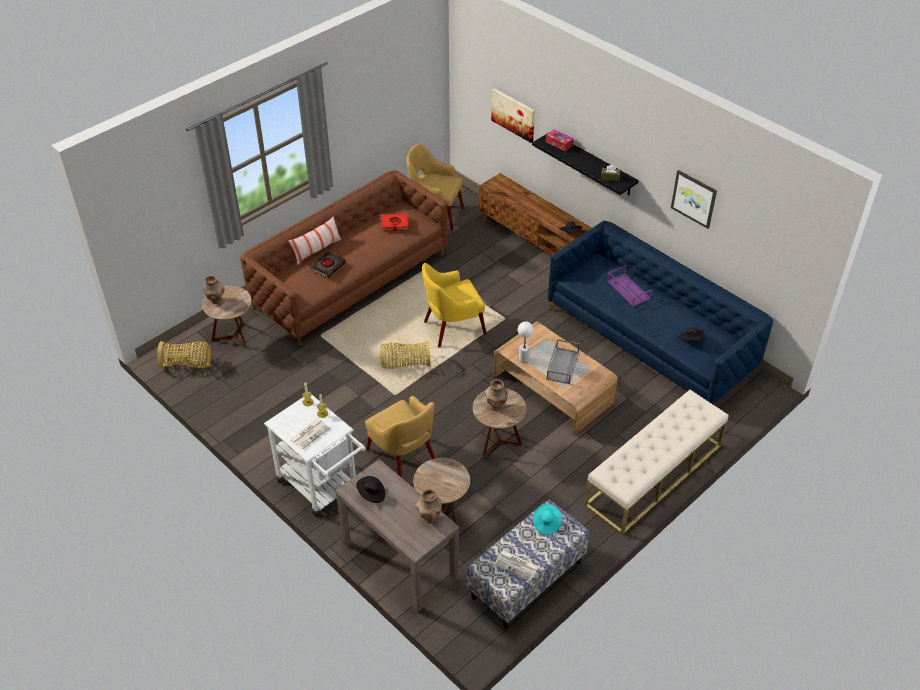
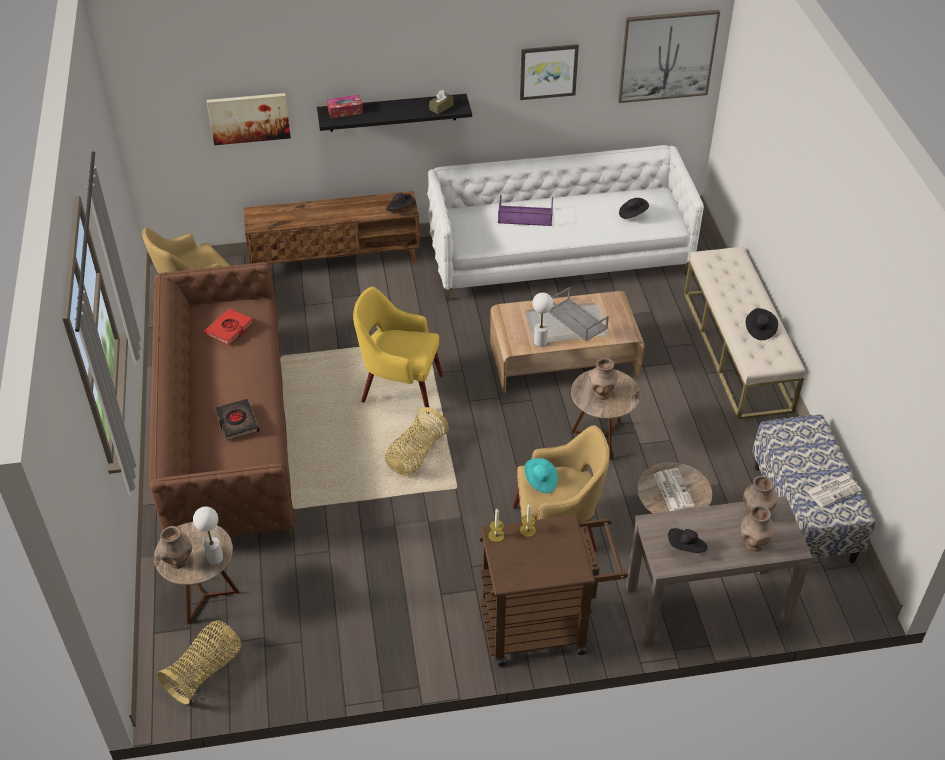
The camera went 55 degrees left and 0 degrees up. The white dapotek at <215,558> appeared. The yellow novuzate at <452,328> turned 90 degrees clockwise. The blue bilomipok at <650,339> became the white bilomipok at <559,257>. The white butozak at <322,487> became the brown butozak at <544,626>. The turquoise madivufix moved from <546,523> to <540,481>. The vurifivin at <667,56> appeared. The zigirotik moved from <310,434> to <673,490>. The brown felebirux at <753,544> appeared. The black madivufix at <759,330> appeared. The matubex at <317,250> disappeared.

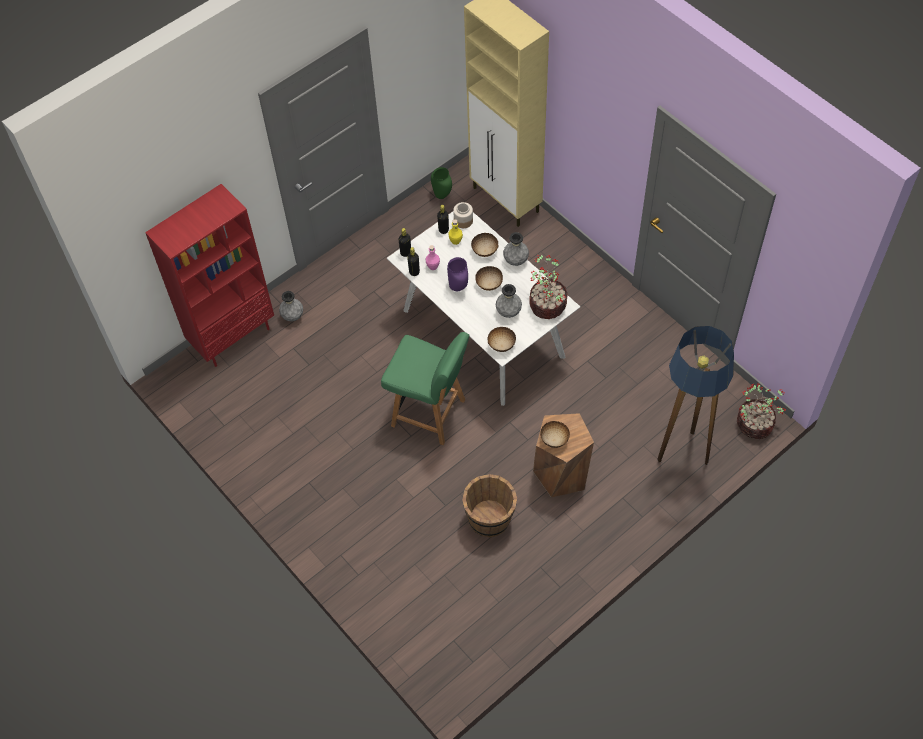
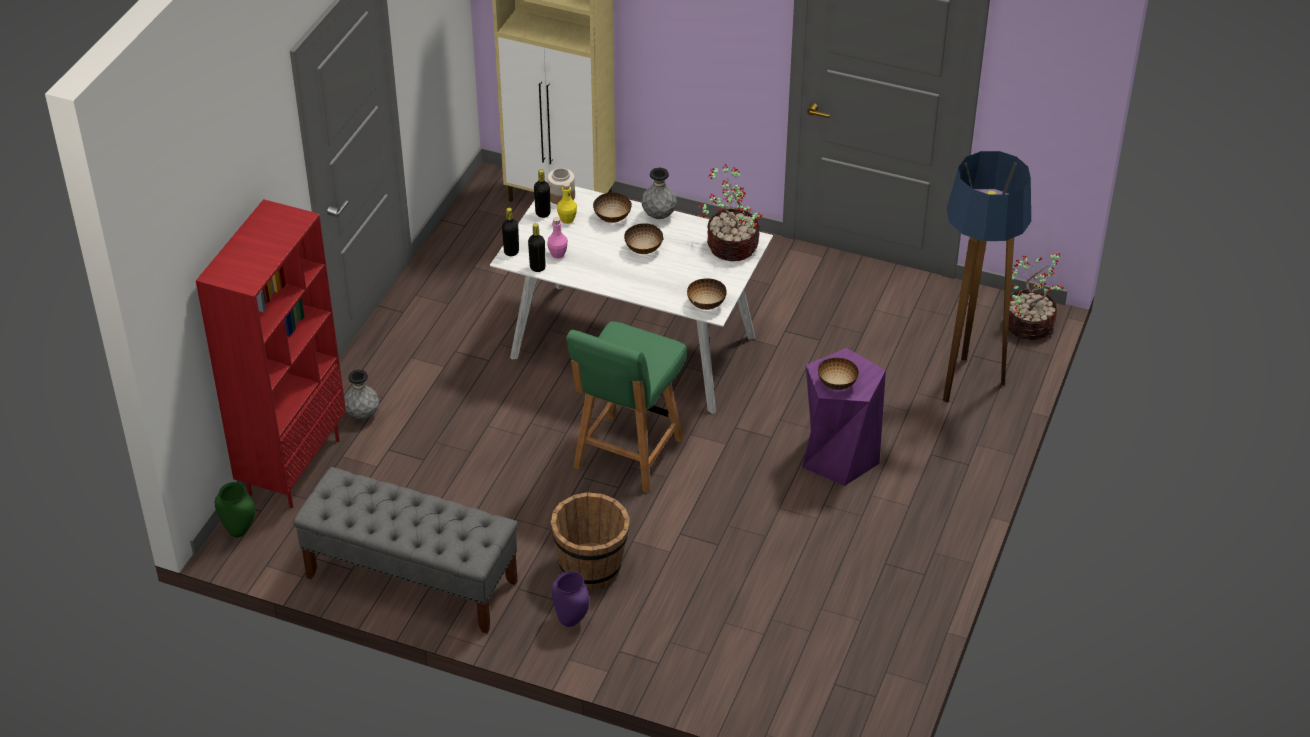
The camera went 30 degrees left and 15 degrees down. The green felebirux moved from <441,196> to <239,532>. The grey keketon at <411,579> appeared. The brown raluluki moved from <490,519> to <591,567>. The purple felebirux moved from <457,287> to <570,621>. The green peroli at <430,414> turned 120 degrees clockwise. The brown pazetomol at <561,473> became the purple pazetomol at <838,456>. The grey felebirux at <508,312> disappeared.

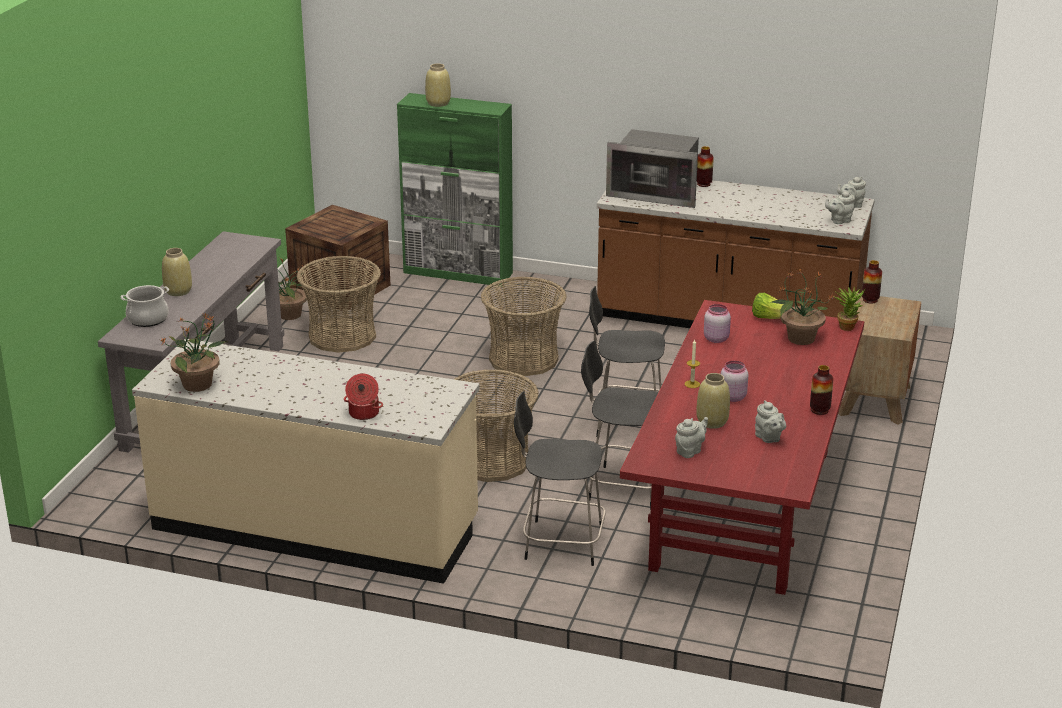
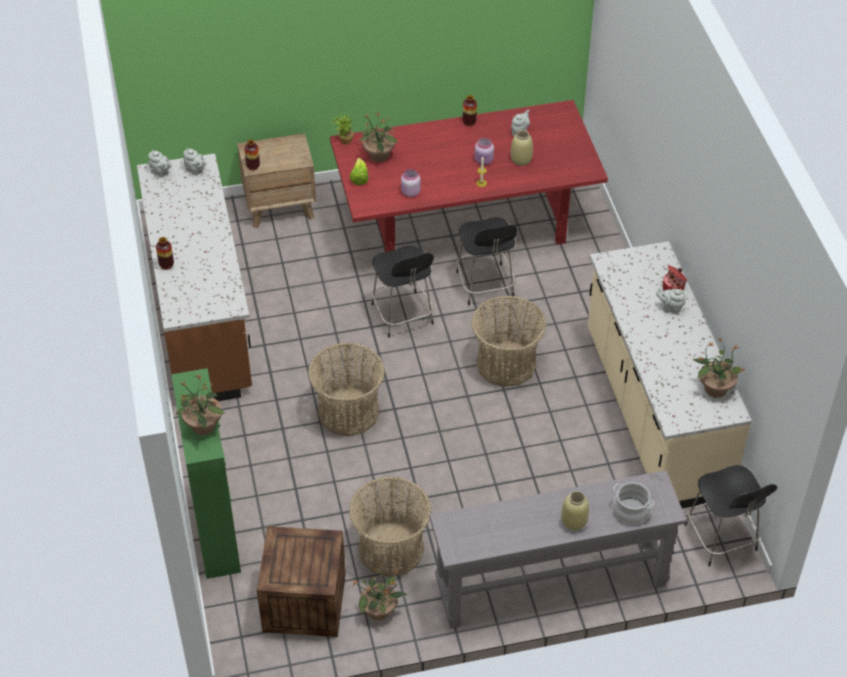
The camera went 120 degrees left and 20 degrees up. The beige felebirux at <438,103> was replaced by the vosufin at <203,426>. The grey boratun moved from <690,451> to <670,308>. The black peroli moved from <560,542> to <721,539>. The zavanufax at <656,193> disappeared.

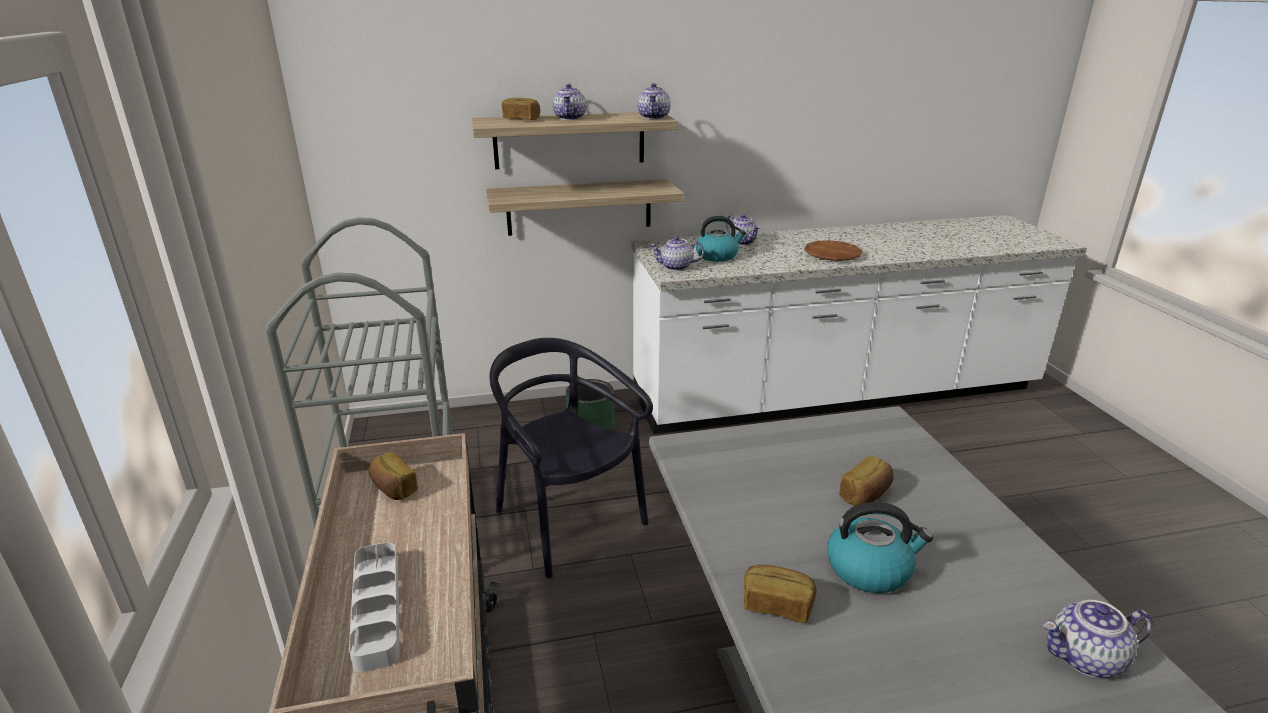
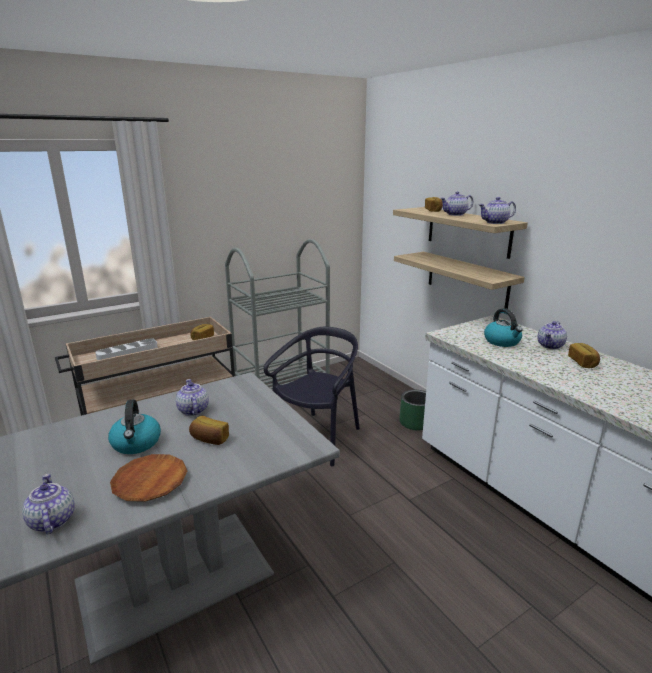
The camera went 70 degrees right and 5 degrees down. The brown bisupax moved from <832,255> to <150,481>. The boratun moved from <676,267> to <193,410>. The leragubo moved from <777,605> to <583,362>.

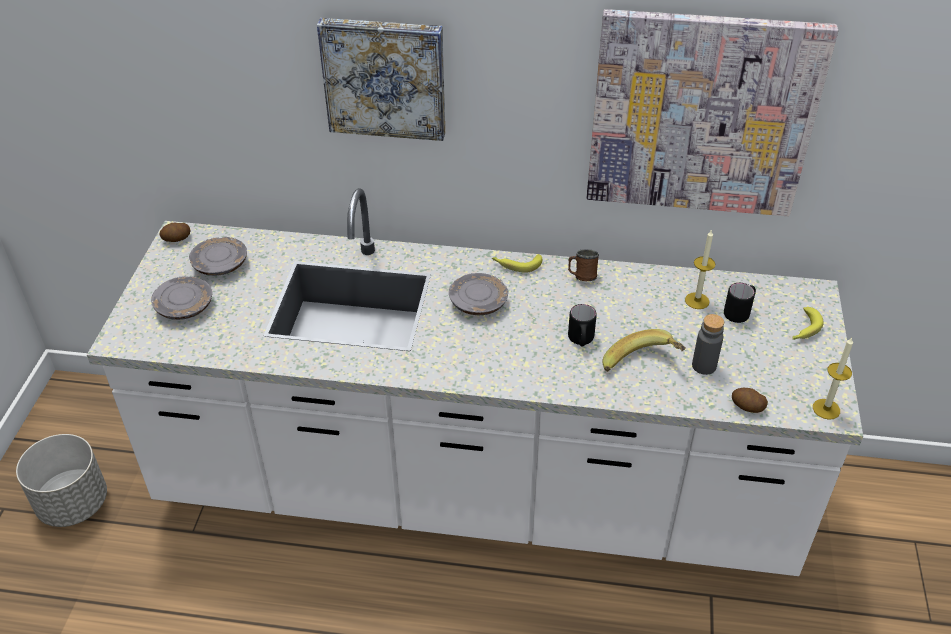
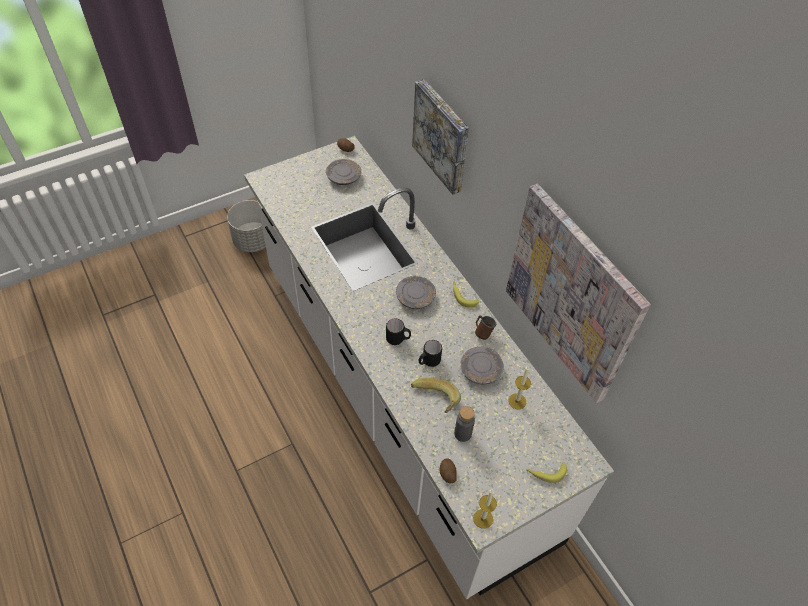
The camera went 50 degrees right and 10 degrees up. The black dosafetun moved from <739,313> to <398,339>. The grey bisupax moved from <184,306> to <481,370>.

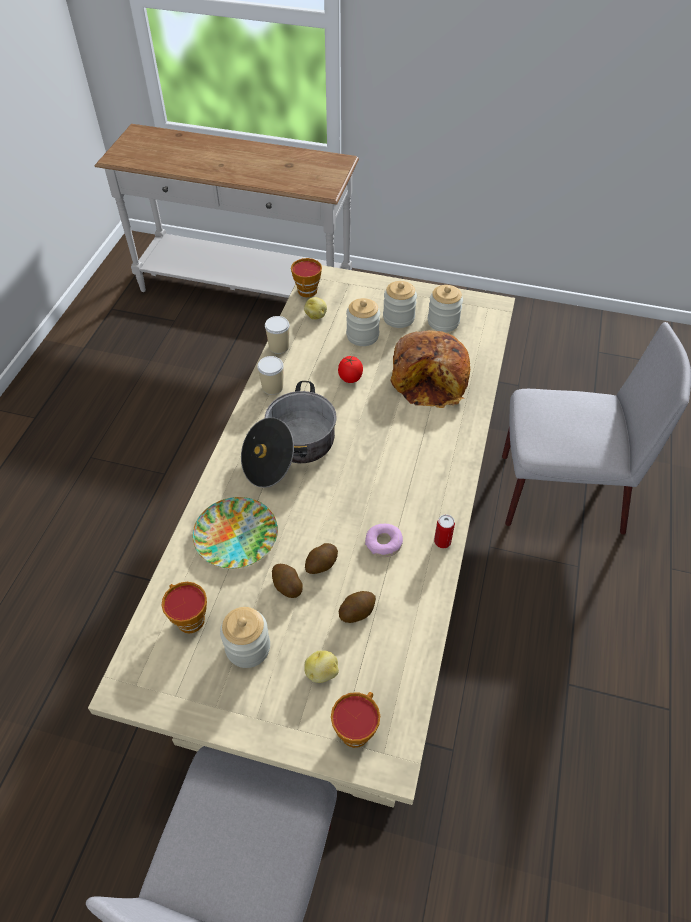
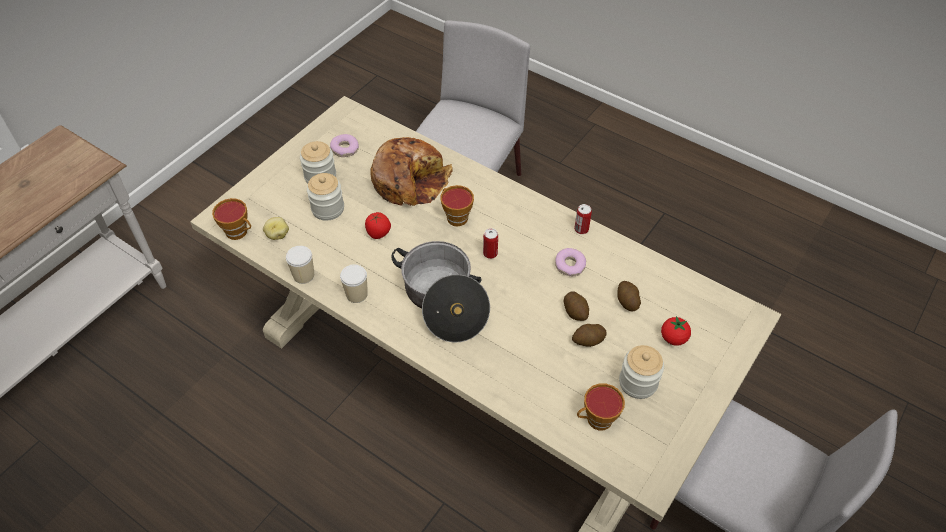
The camera went 70 degrees left and 0 degrees up. The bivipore at <443,322> was replaced by the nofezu at <345,149>. The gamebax moved from <356,728> to <455,217>. The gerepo at <490,253> appeared. The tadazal at <322,672> was replaced by the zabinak at <673,338>. The bisupax at <237,536> disappeared.

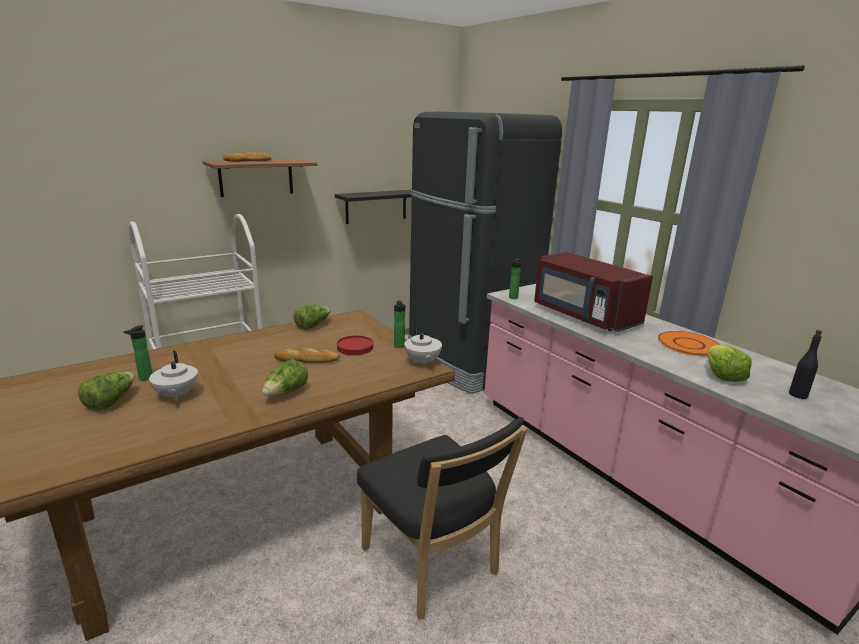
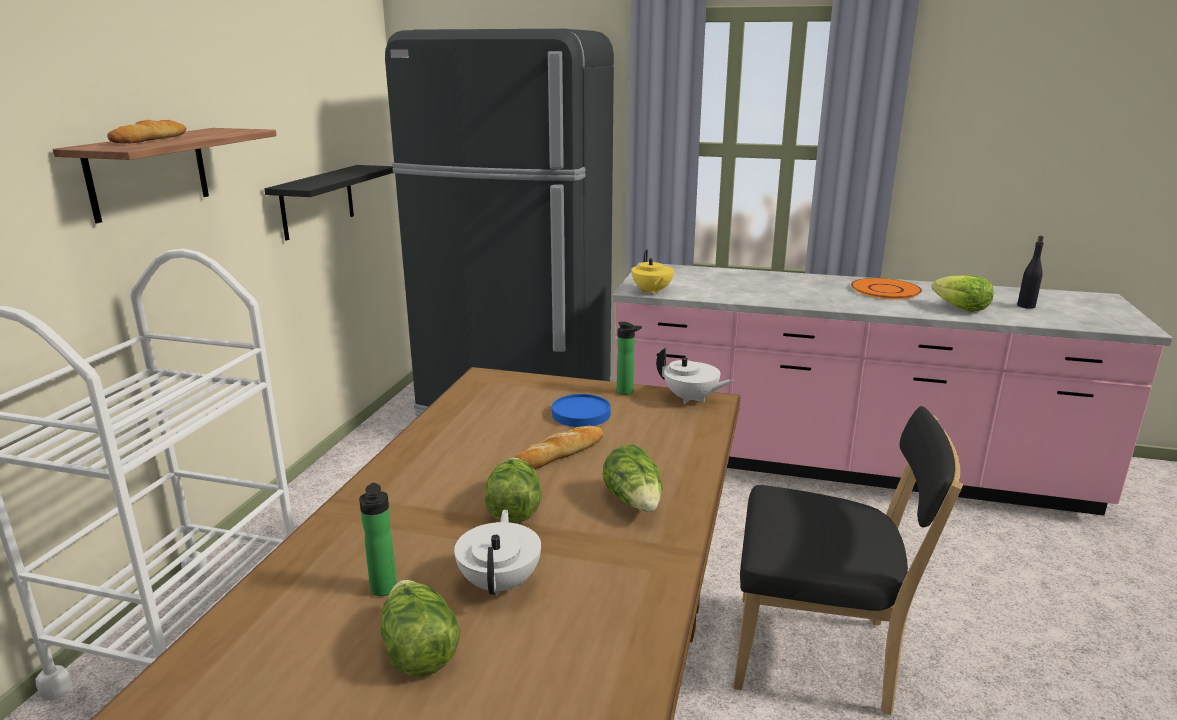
The camera went 40 degrees left and 0 degrees up. The white boratun at <176,395> turned 120 degrees counterclockwise. The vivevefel moved from <312,326> to <513,508>. The red bisupax at <354,347> became the blue bisupax at <581,414>. The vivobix at <512,298> was replaced by the yellow boratun at <651,291>. The red zavanufax at <583,316> disappeared.

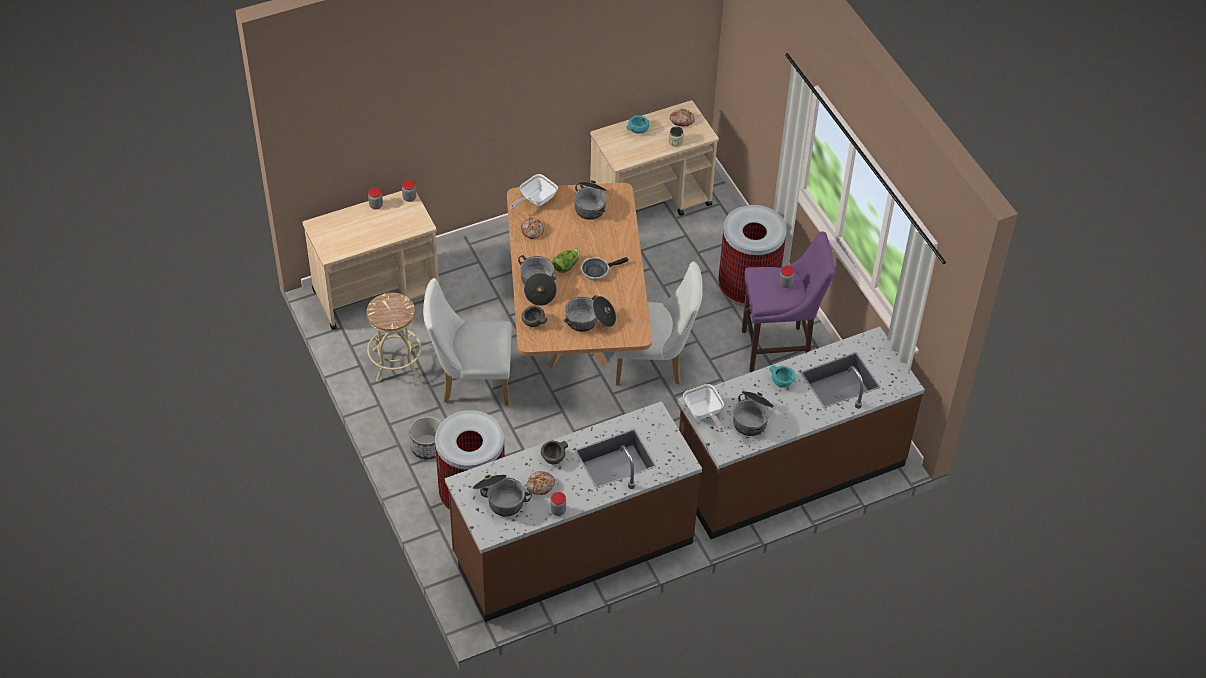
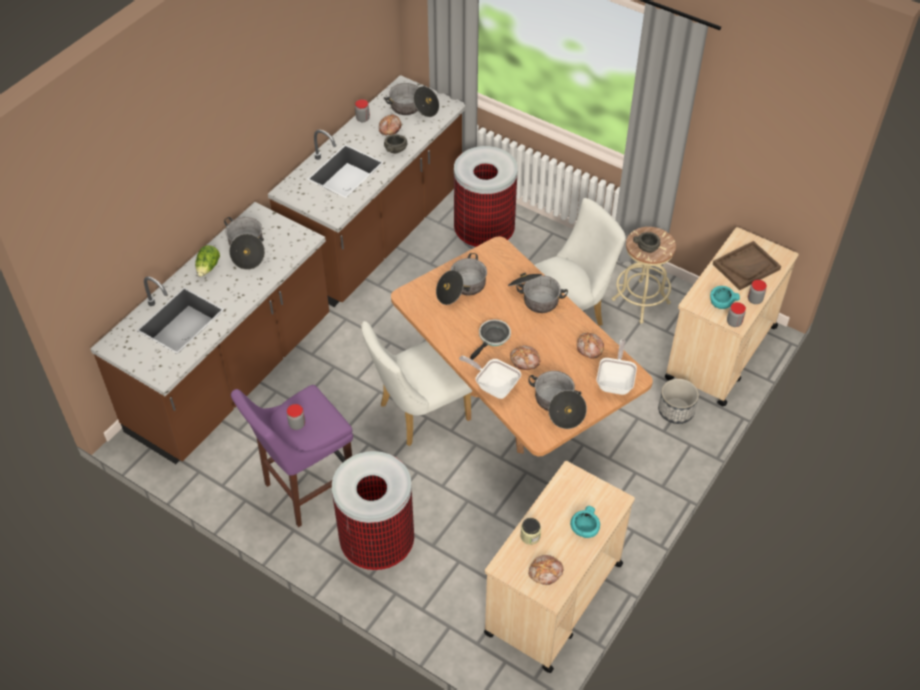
The camera went 150 degrees right and 0 degrees up. The vivevefel moved from <566,265> to <208,267>. The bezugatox moved from <704,414> to <493,385>. The leragubo at <525,361> appeared. The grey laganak moved from <533,322> to <647,247>. The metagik moved from <428,447> to <675,411>. The turquoise laganak moved from <782,381> to <721,304>. The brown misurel at <746,266> appeared.

